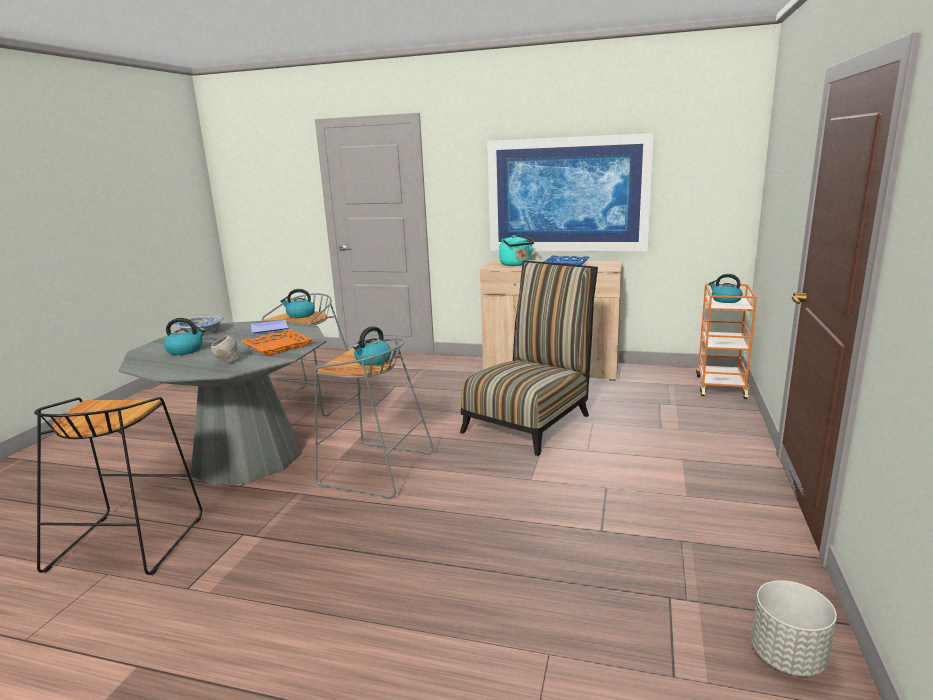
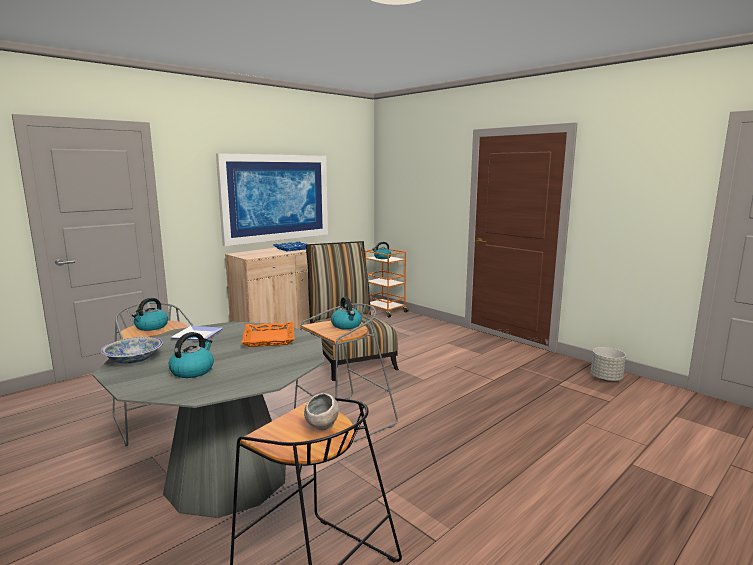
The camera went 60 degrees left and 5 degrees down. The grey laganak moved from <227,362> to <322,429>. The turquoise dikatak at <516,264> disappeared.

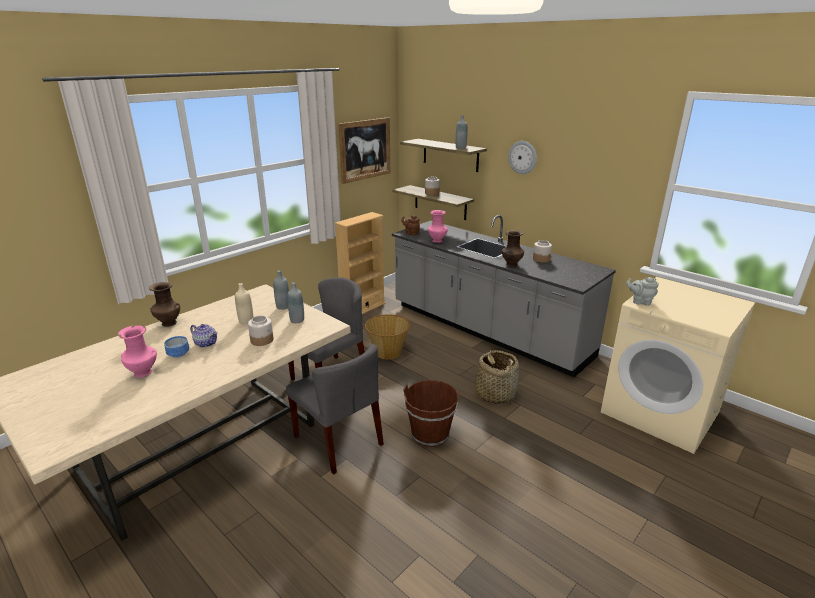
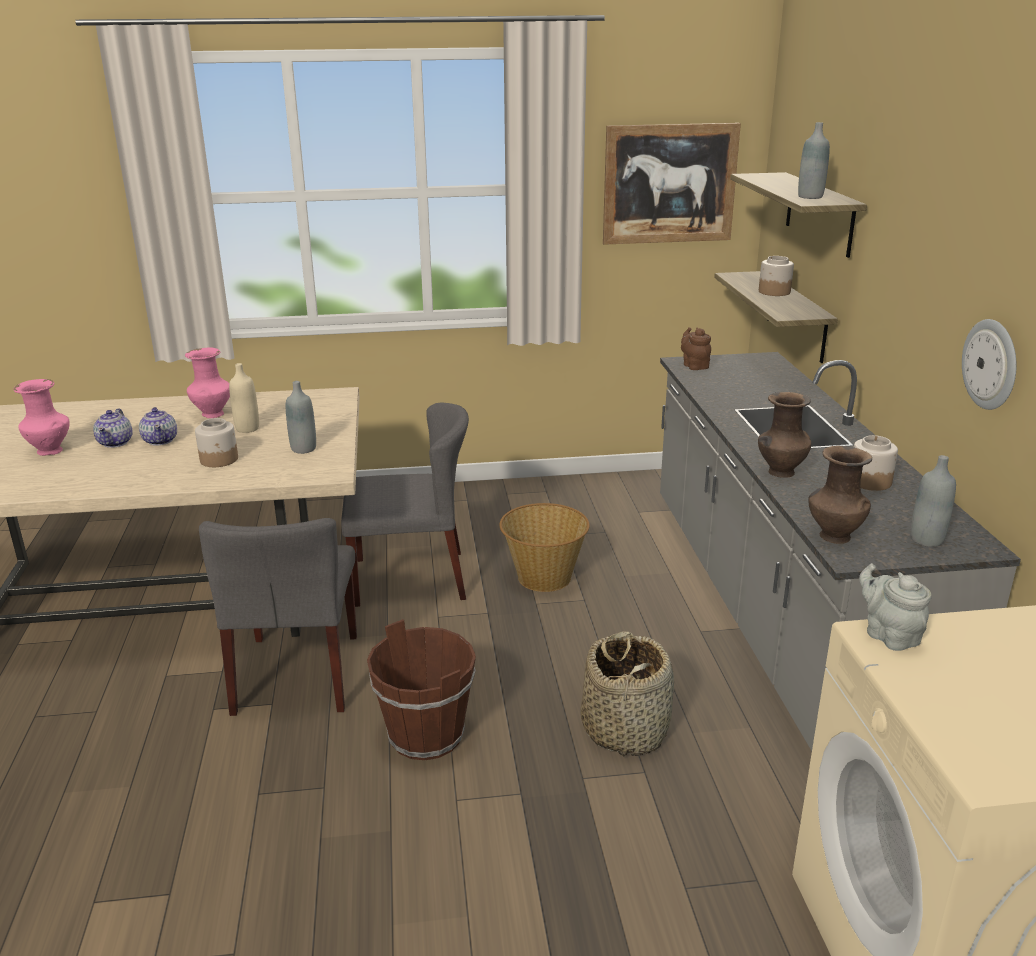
The camera went 40 degrees right and 0 degrees up. The laganak at <179,354> was replaced by the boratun at <116,442>. The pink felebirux moved from <437,241> to <212,415>. The brown felebirux moved from <168,323> to <833,536>. The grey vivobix moved from <283,306> to <927,540>. The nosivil moved from <522,157> to <991,364>. The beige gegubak at <363,308> disappeared.

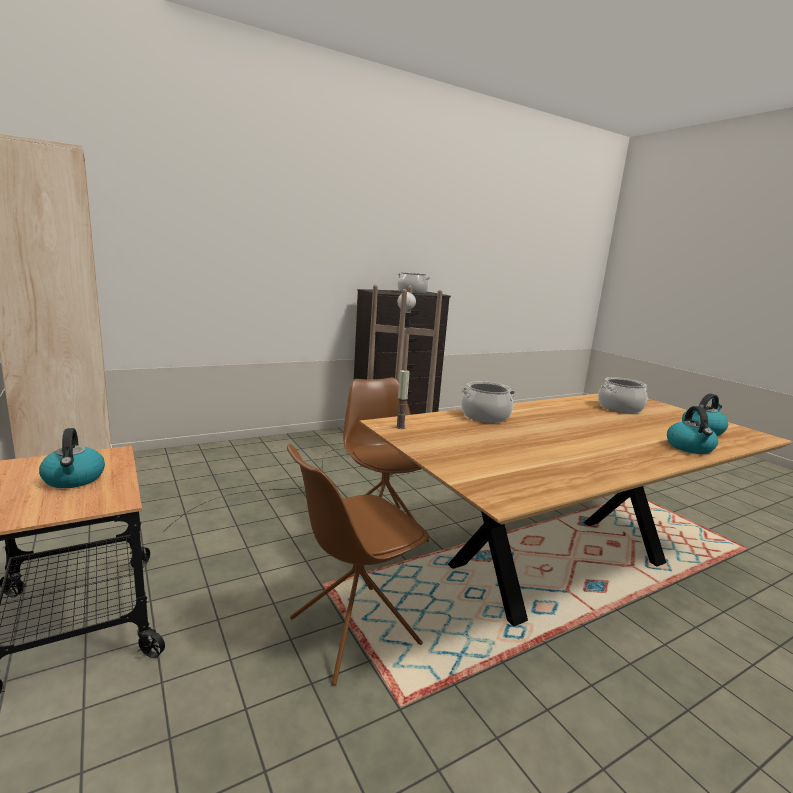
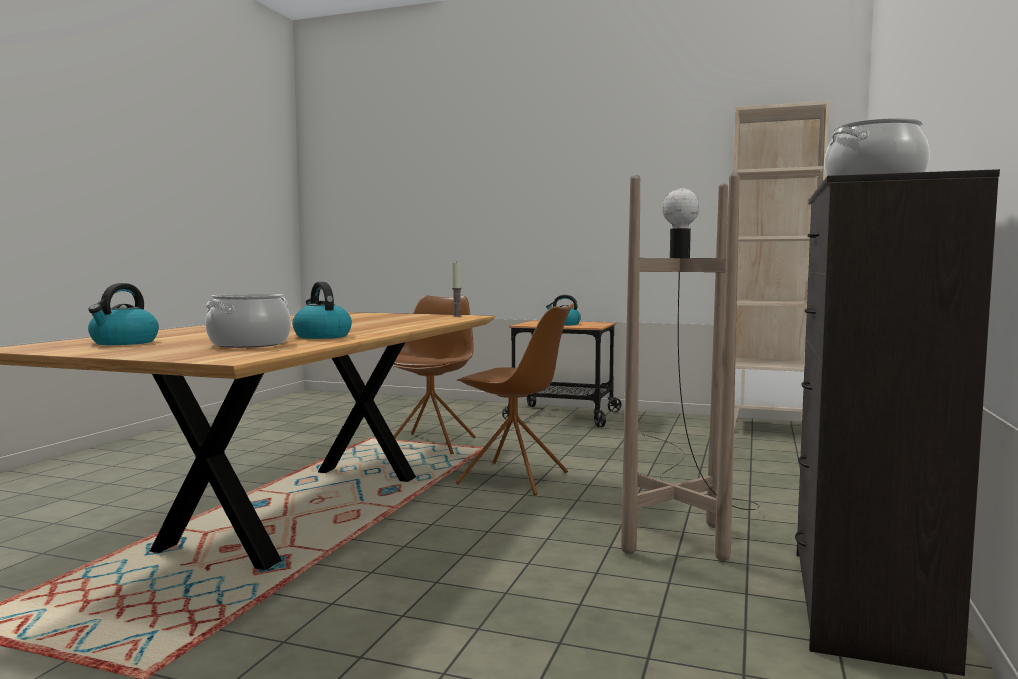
The camera went 140 degrees right and 10 degrees down. The dikatak moved from <690,448> to <321,336>. The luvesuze at <485,416> disappeared.

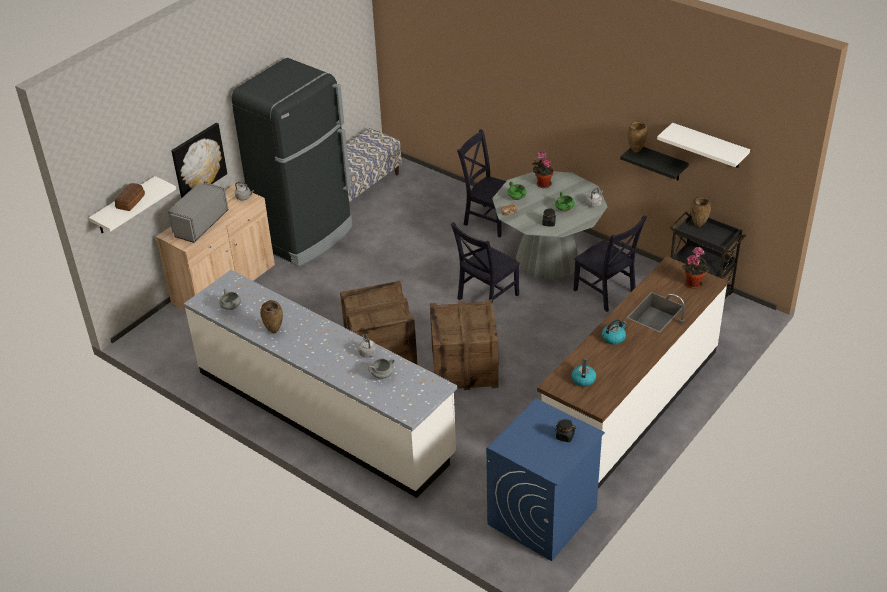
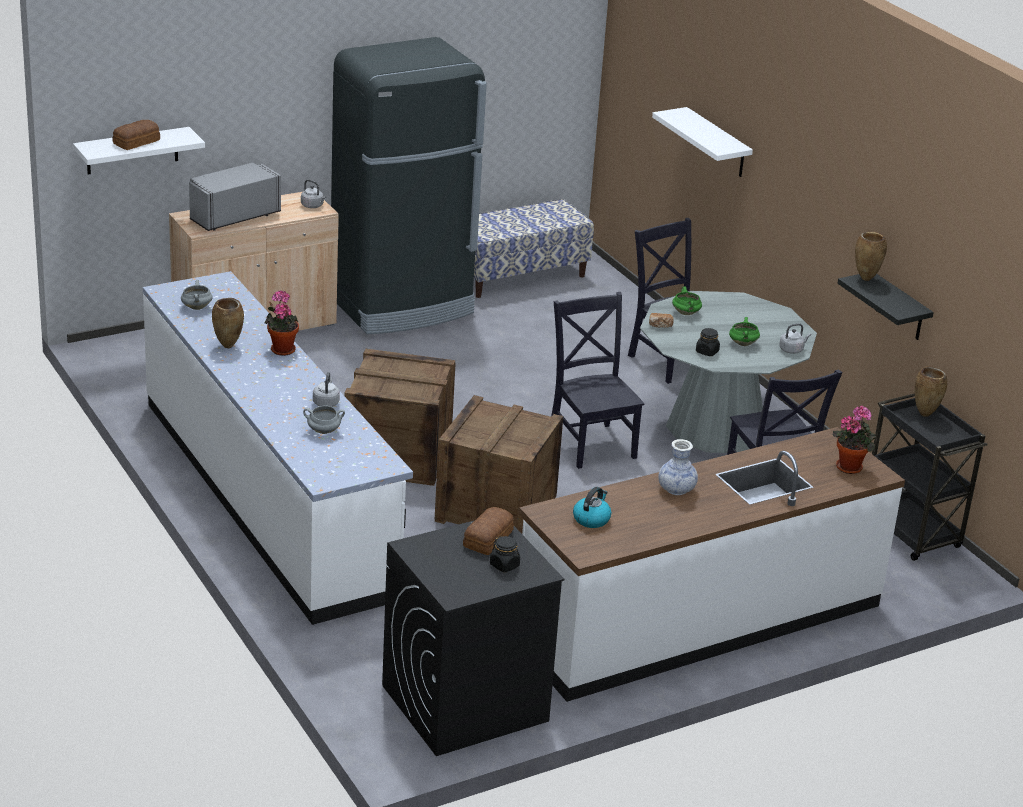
The camera went 20 degrees right and 10 degrees down. The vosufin moved from <542,184> to <281,349>. The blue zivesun at <542,517> became the black zivesun at <464,704>. The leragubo at <489,538> appeared. The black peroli at <486,298> turned 90 degrees clockwise. The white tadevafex moved from <709,146> to <717,143>. The dikatak at <613,338> was replaced by the felebirux at <676,489>. The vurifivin at <198,161> disappeared.

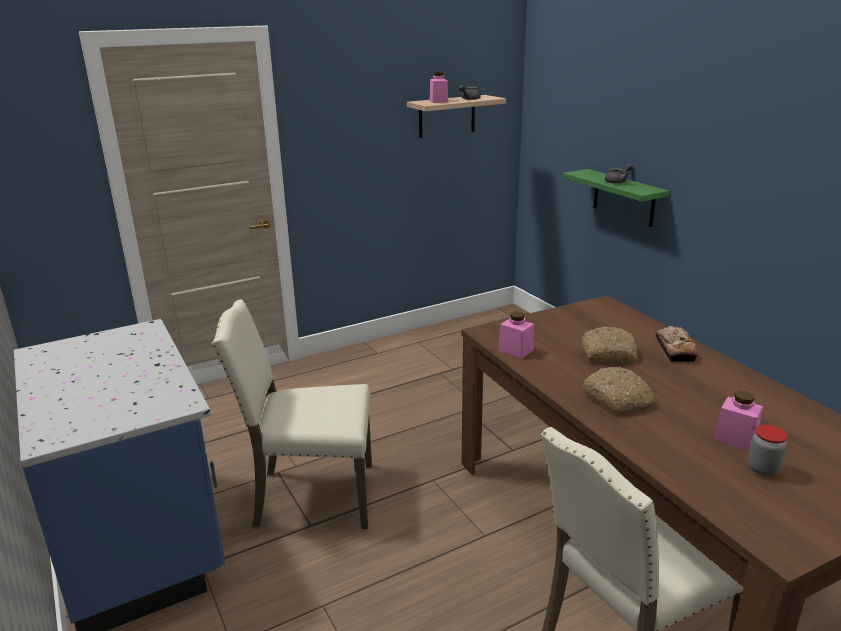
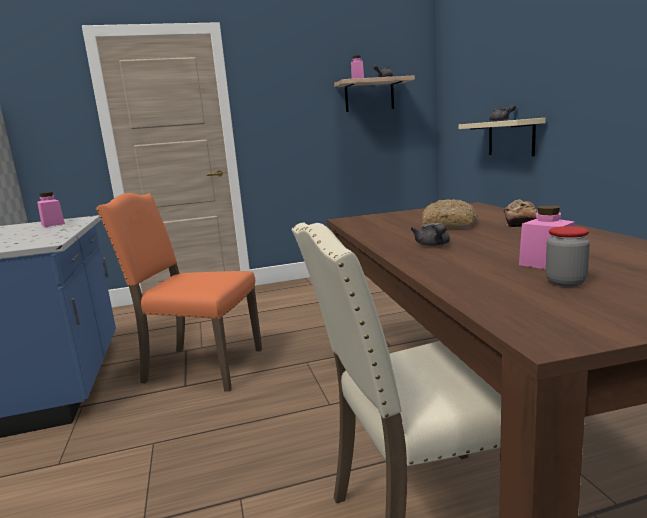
The camera went 15 degrees right and 10 degrees down. The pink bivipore moved from <515,350> to <53,224>. The beige peroli at <311,496> became the orange peroli at <200,366>. The leragubo at <617,398> was replaced by the grey boratun at <433,245>. The green tadevafex at <624,198> became the beige tadevafex at <511,138>.

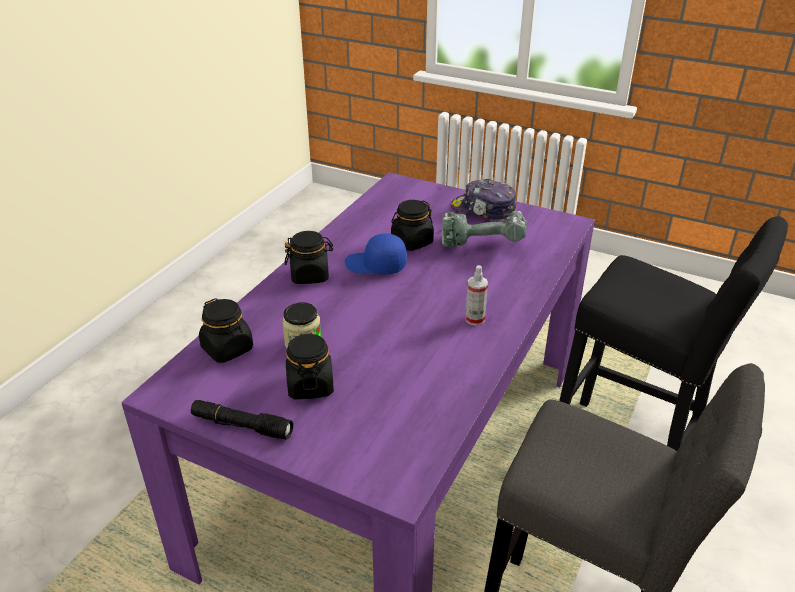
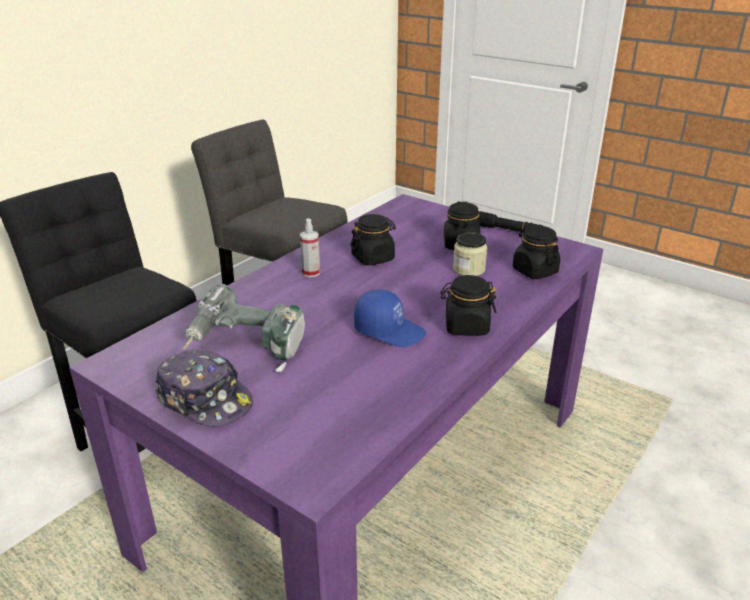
The camera went 170 degrees left and 5 degrees down. The black bivipore moved from <411,242> to <373,258>.

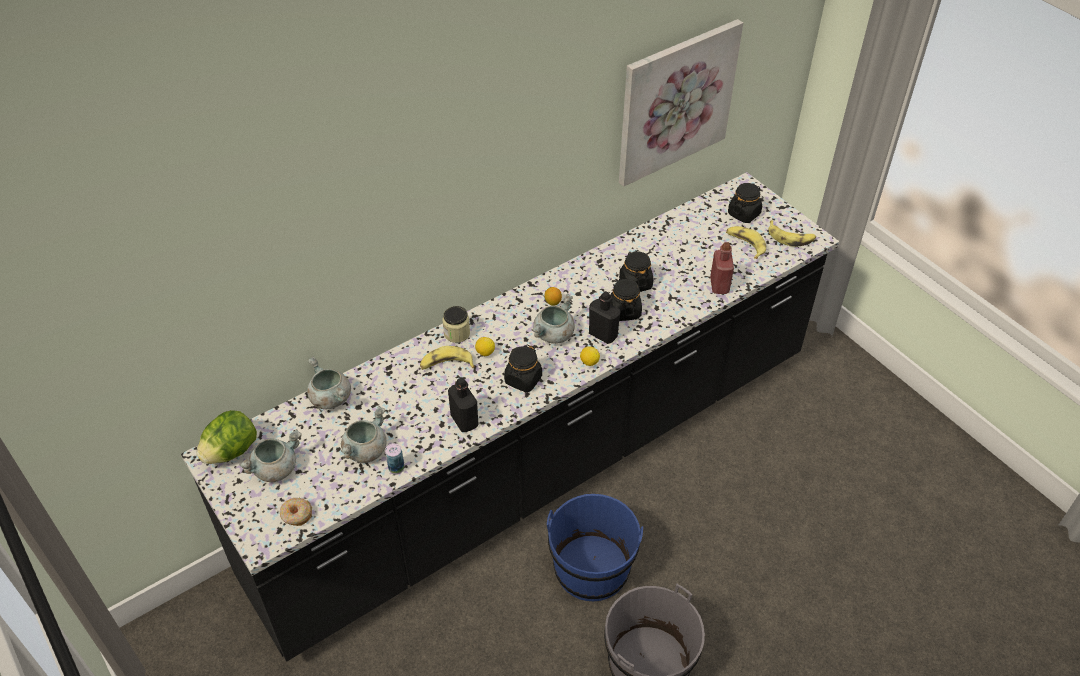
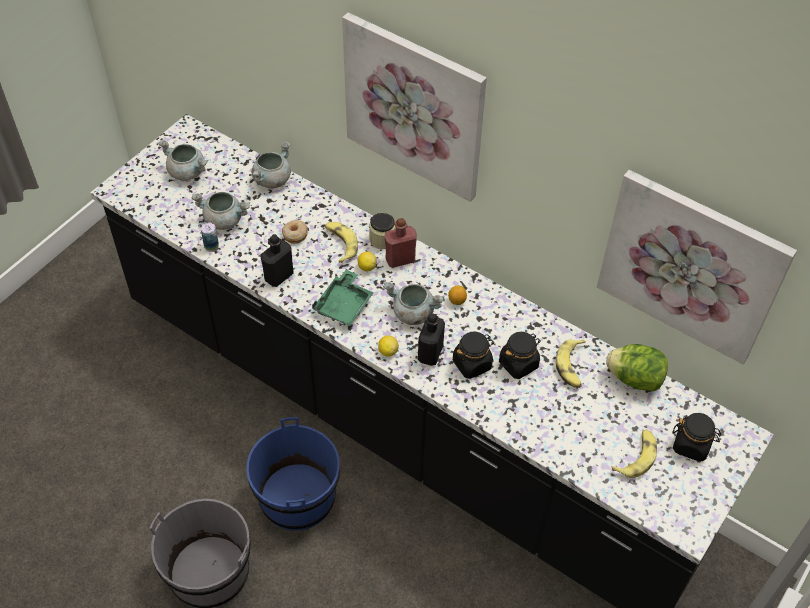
The camera went 70 degrees right and 5 degrees up. The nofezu moved from <296,515> to <295,234>. The black bivipore at <523,380> was replaced by the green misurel at <344,305>. The vurifivin at <415,106> appeared. The red vivobix moved from <719,285> to <400,259>. The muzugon moved from <790,237> to <571,367>. The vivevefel moved from <231,451> to <635,379>.

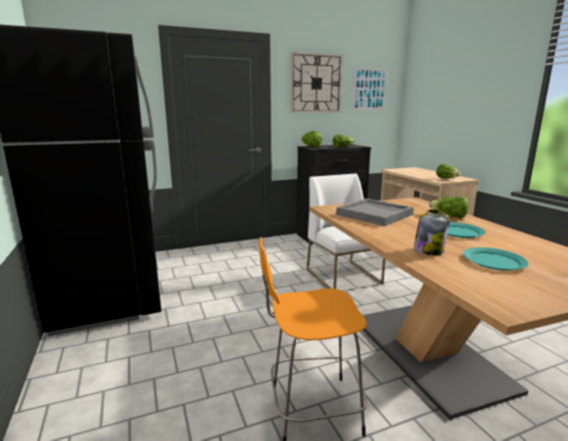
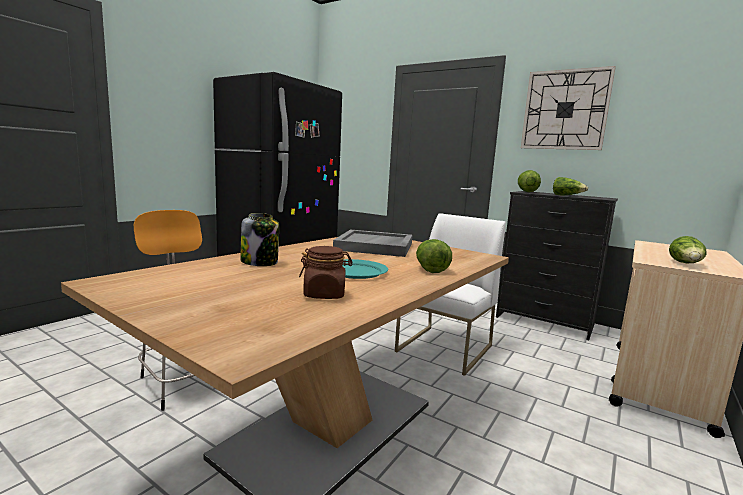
The camera went 55 degrees right and 5 degrees down. The brown bivipore at <325,294> appeared. The vurifivin at <369,89> disappeared. The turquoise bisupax at <493,261> disappeared.

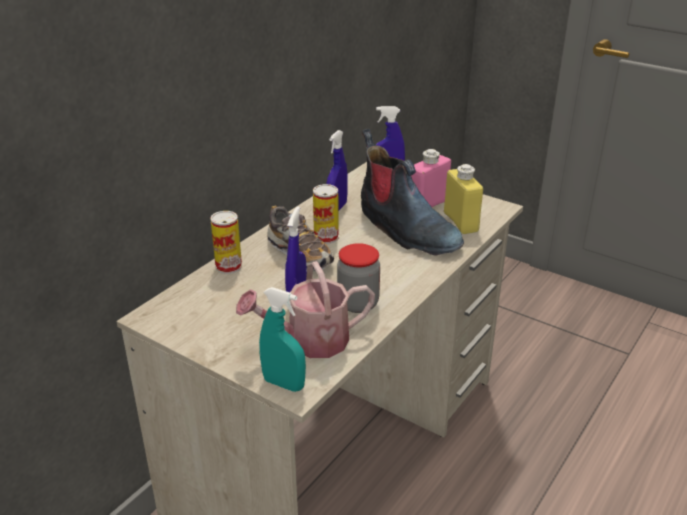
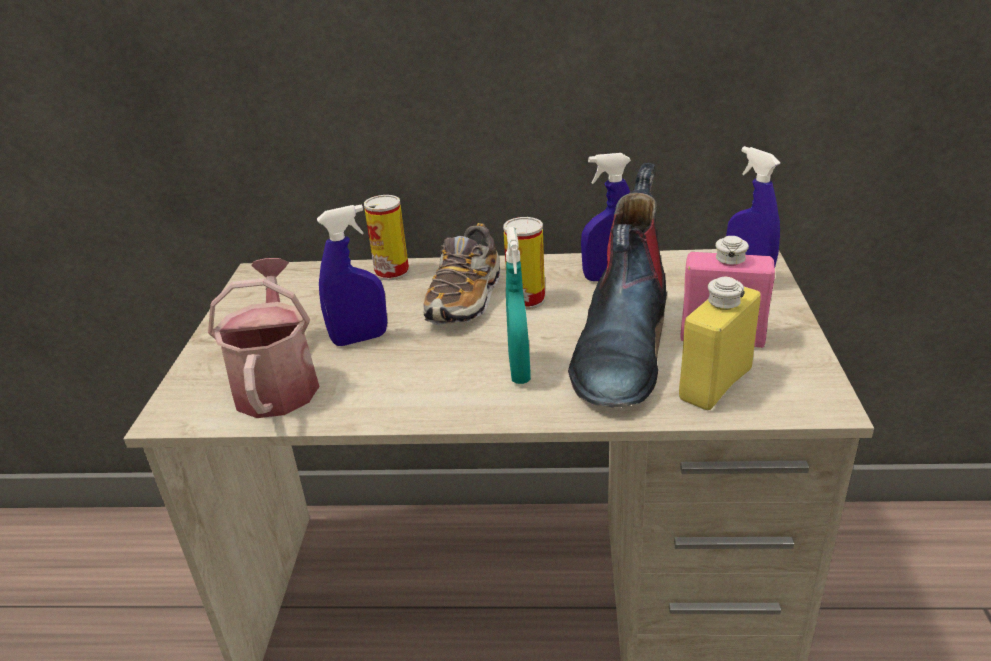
The camera went 60 degrees right and 0 degrees up. The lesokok at <309,341> turned 45 degrees clockwise. The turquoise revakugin moved from <284,384> to <519,370>. The bivipore at <358,304> disappeared.

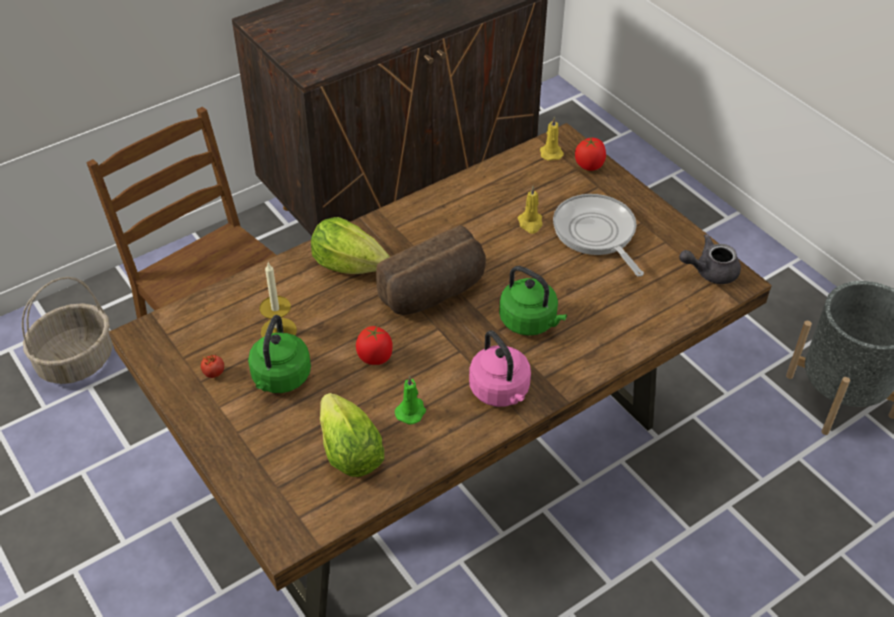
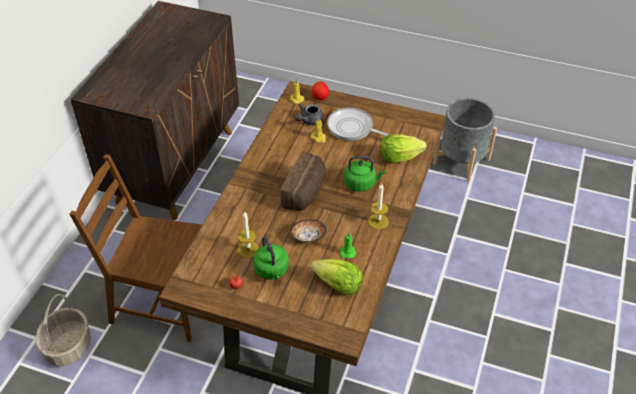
The camera went 35 degrees left and 0 degrees up. The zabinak at <375,357> was replaced by the laganak at <307,236>. The grey boratun moved from <709,271> to <309,120>. The pink dikatak at <501,392> was replaced by the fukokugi at <378,221>. The vivevefel moved from <348,264> to <399,157>.

